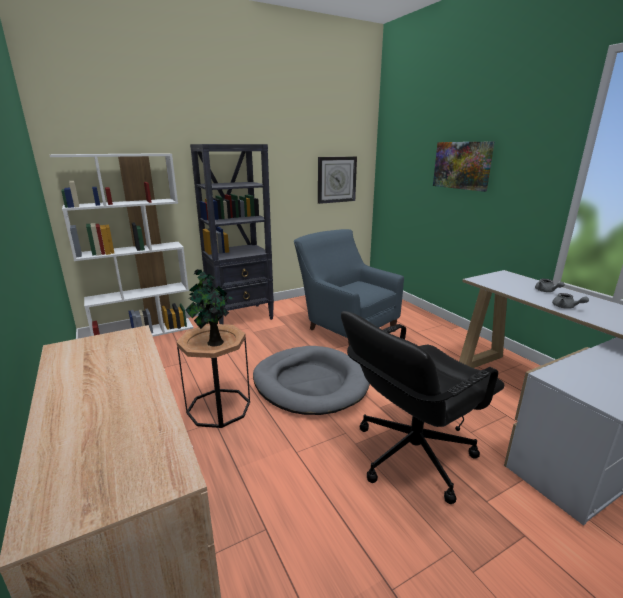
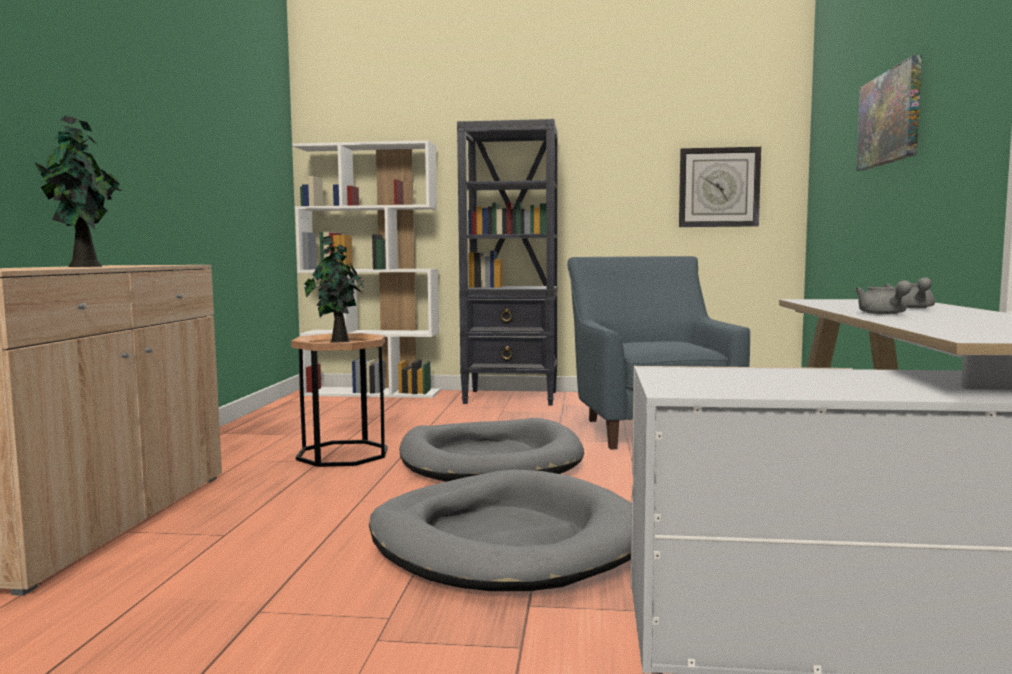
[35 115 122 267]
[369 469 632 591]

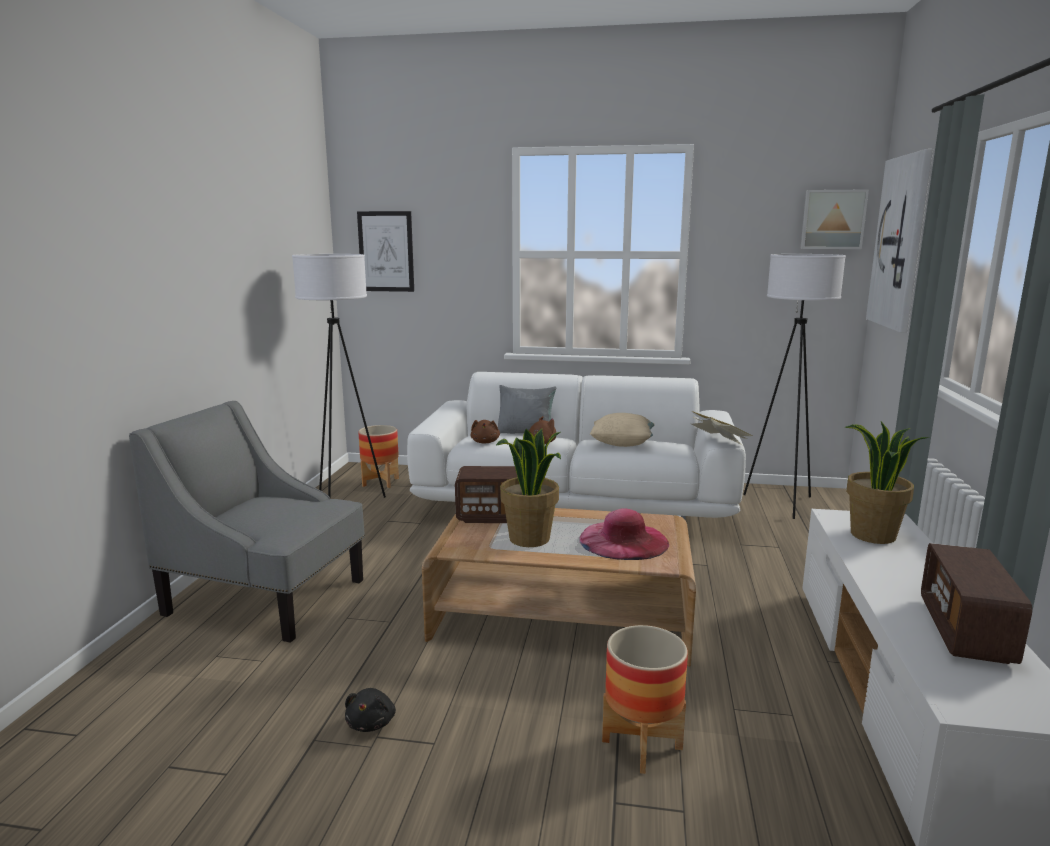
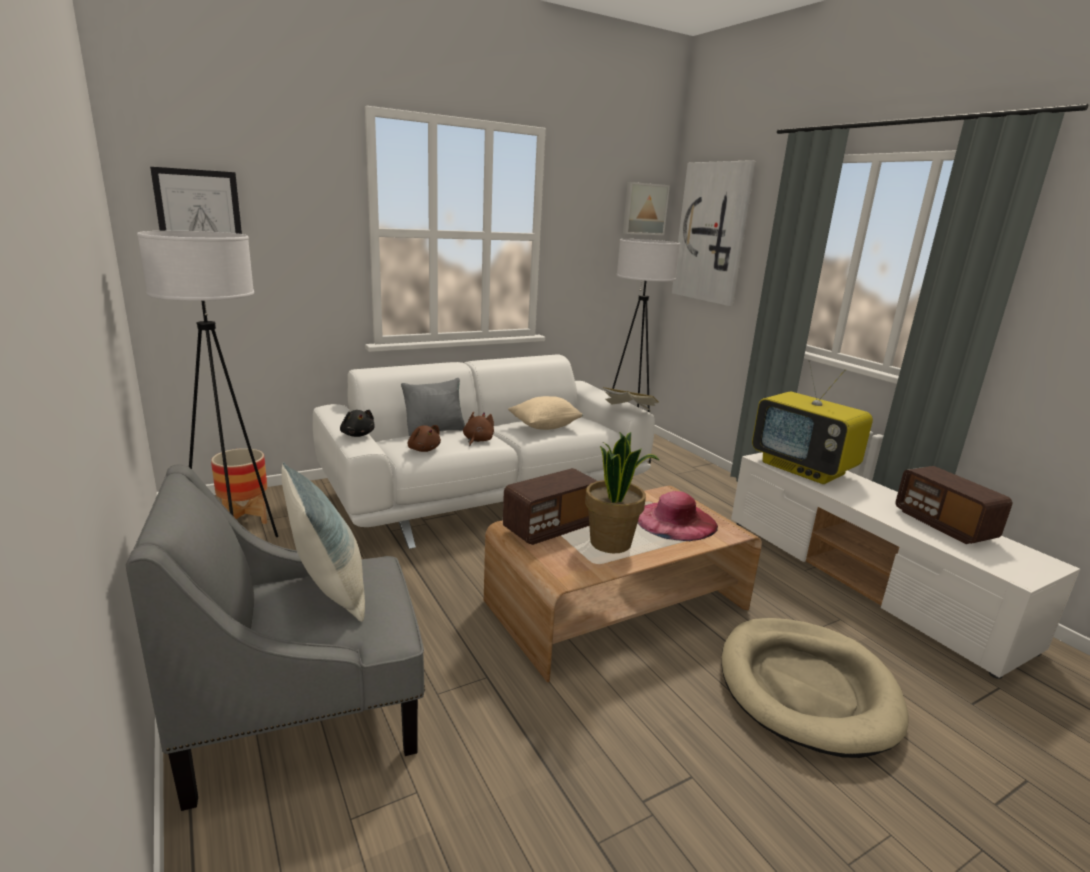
[282 462 365 622]
[340 410 375 437]
[721 618 909 758]
[752 360 873 484]

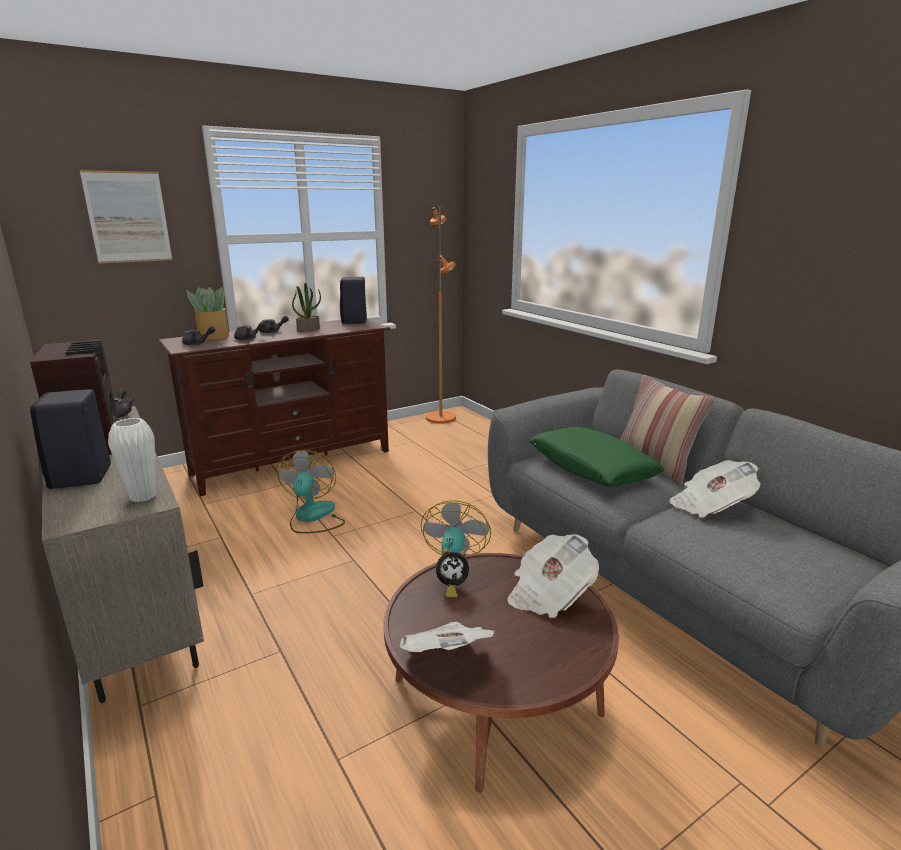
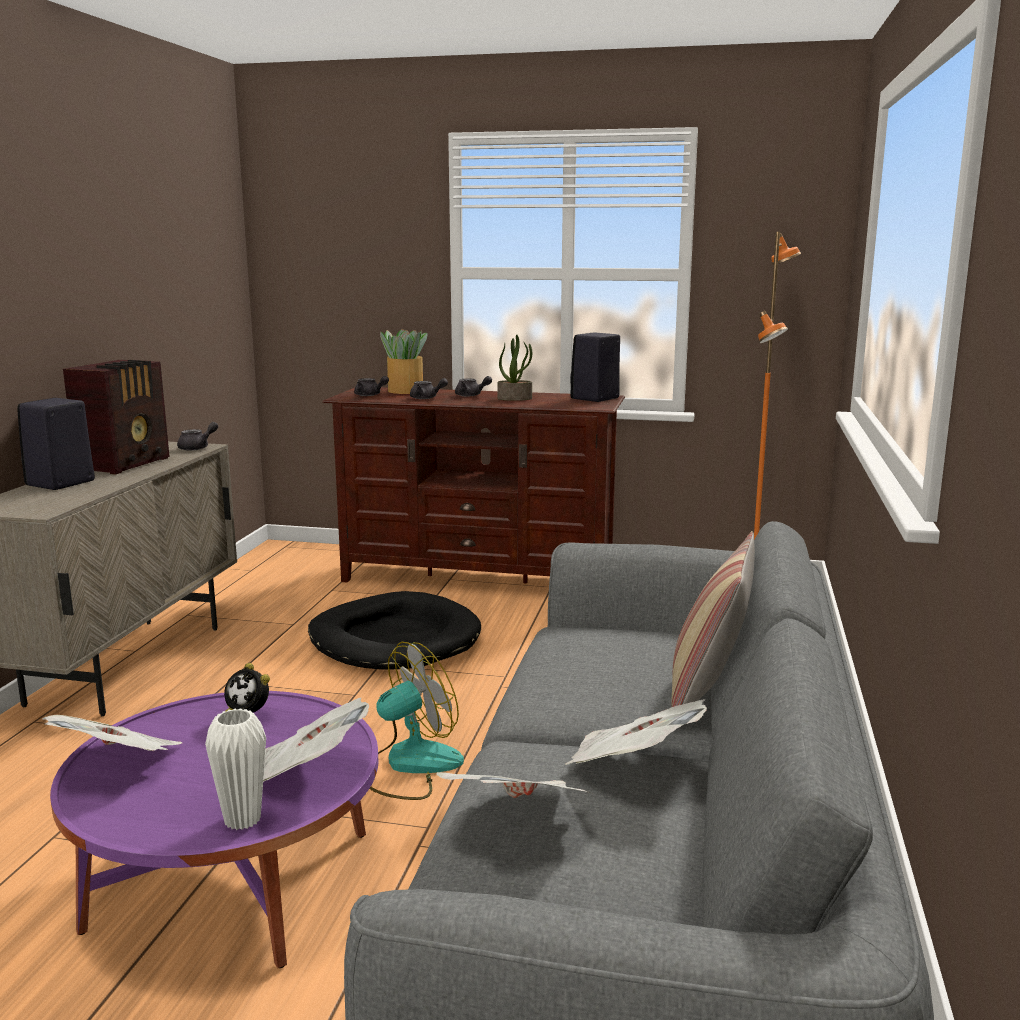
[50 691 378 968]
[205 708 266 830]
[308 591 481 670]
[436 772 591 798]
[80 170 172 263] (first image)
[529 427 665 487] (first image)

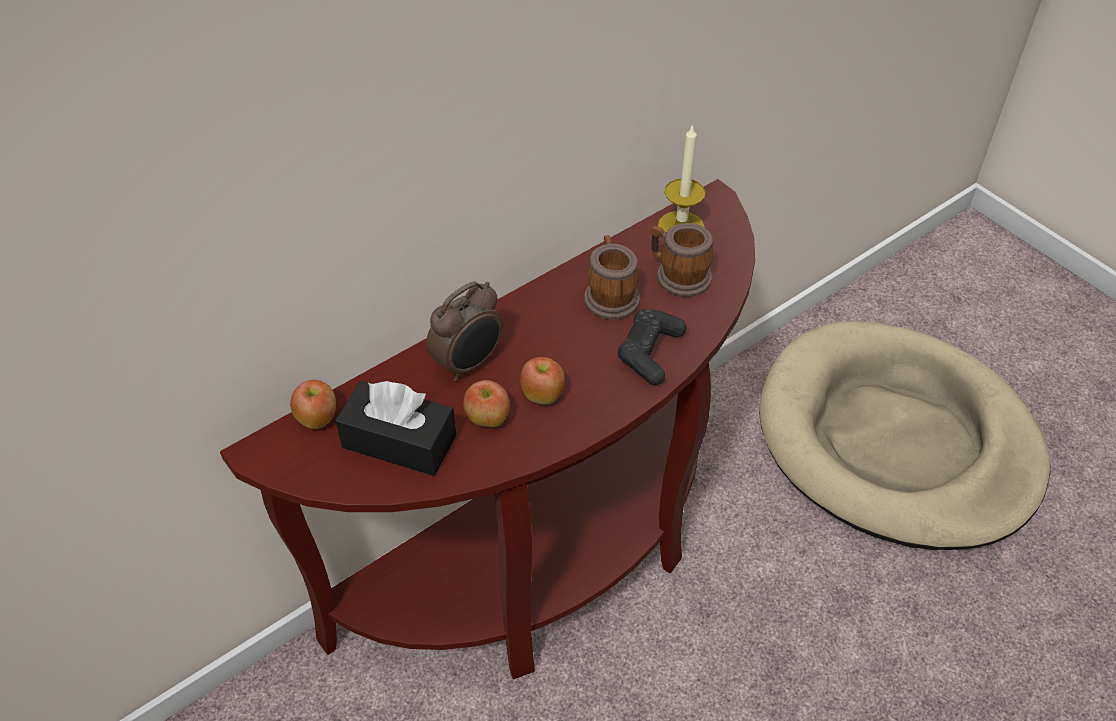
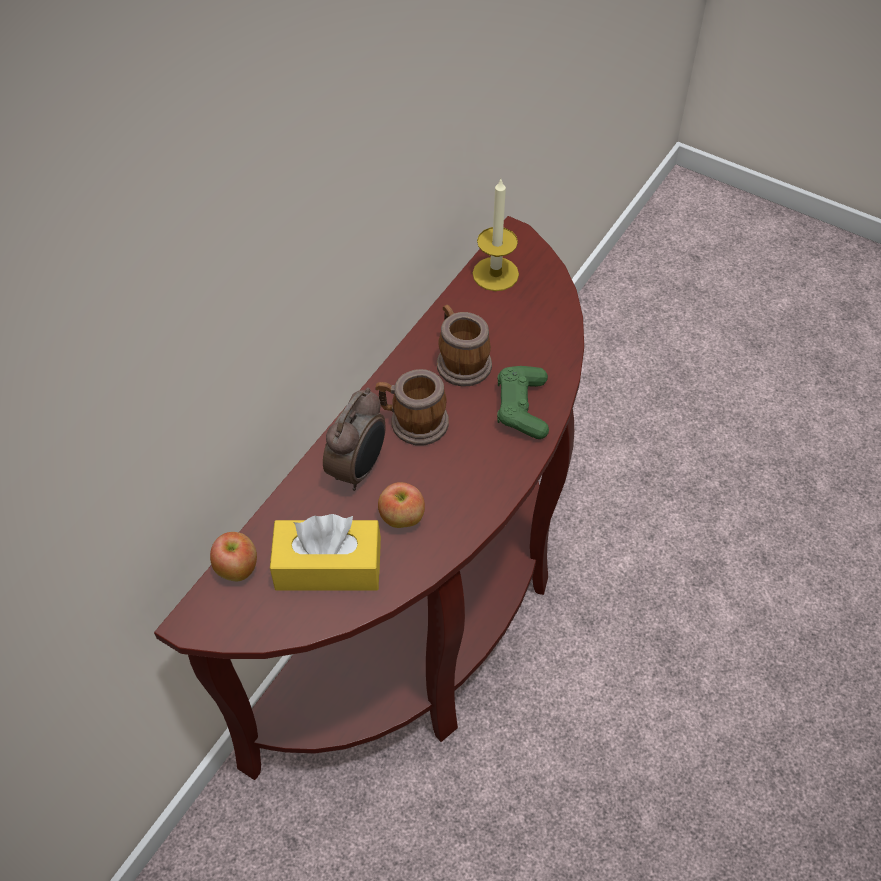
[270 514 381 591]
[375 369 449 445]
[497 366 549 439]
[520 357 565 404] (first image)
[759 321 1050 550] (first image)

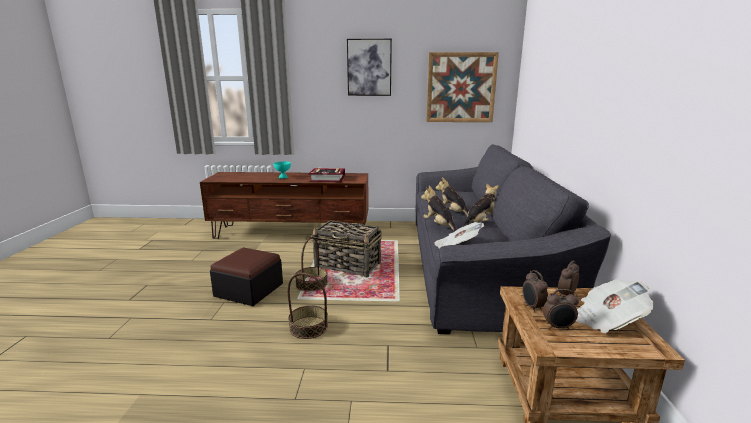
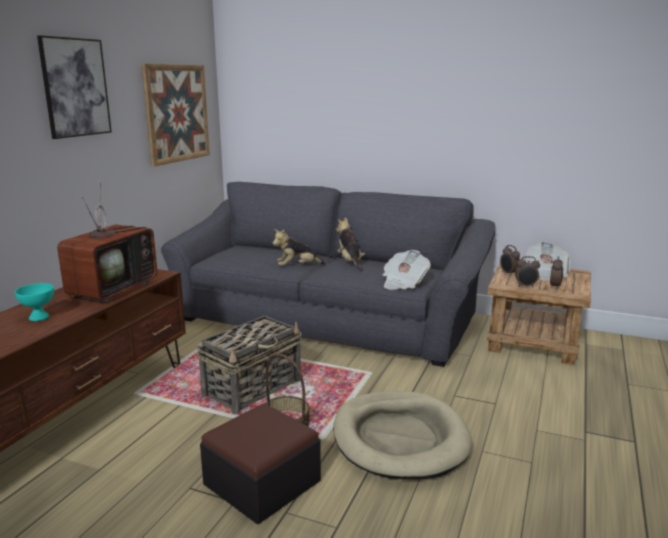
[57 180 157 303]
[333 391 472 479]
[421 186 458 231] (first image)

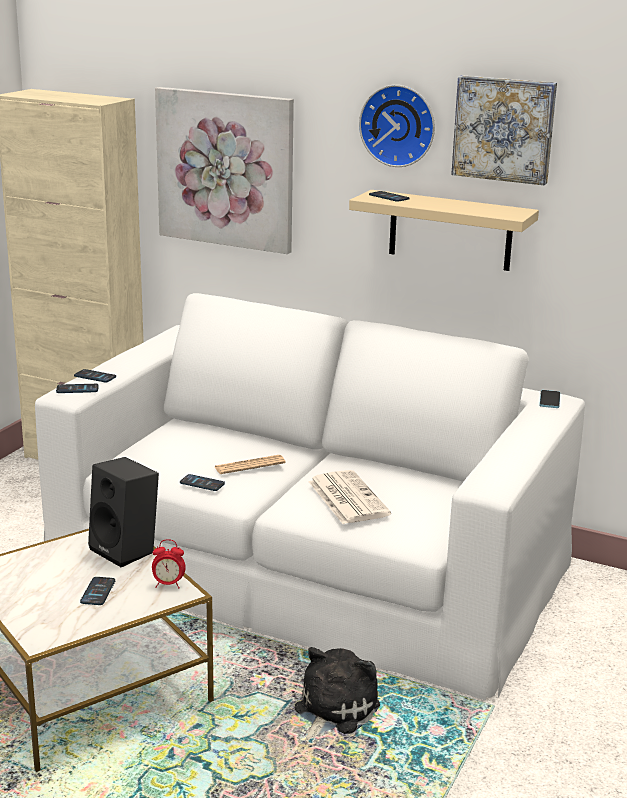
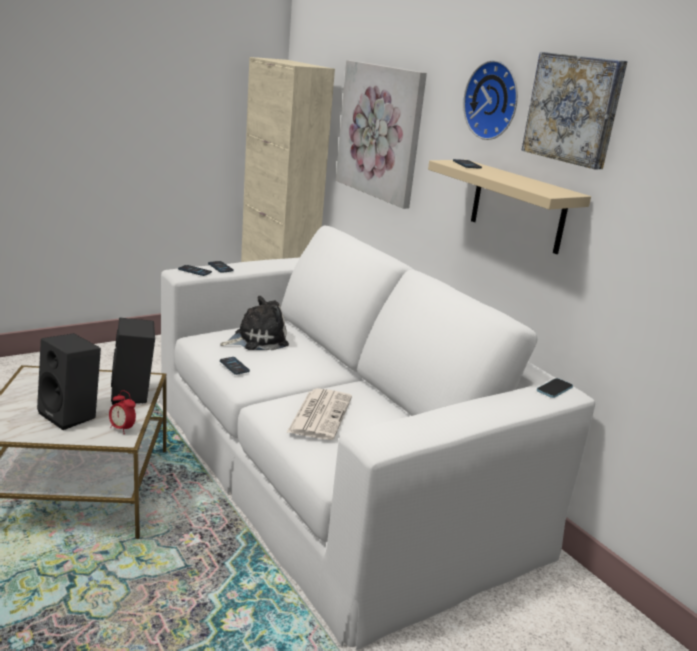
[37 333 101 430]
[220 296 289 350]
[215 455 286 474] (first image)

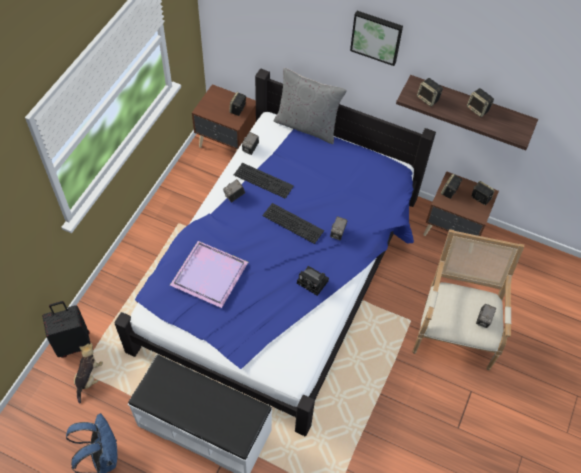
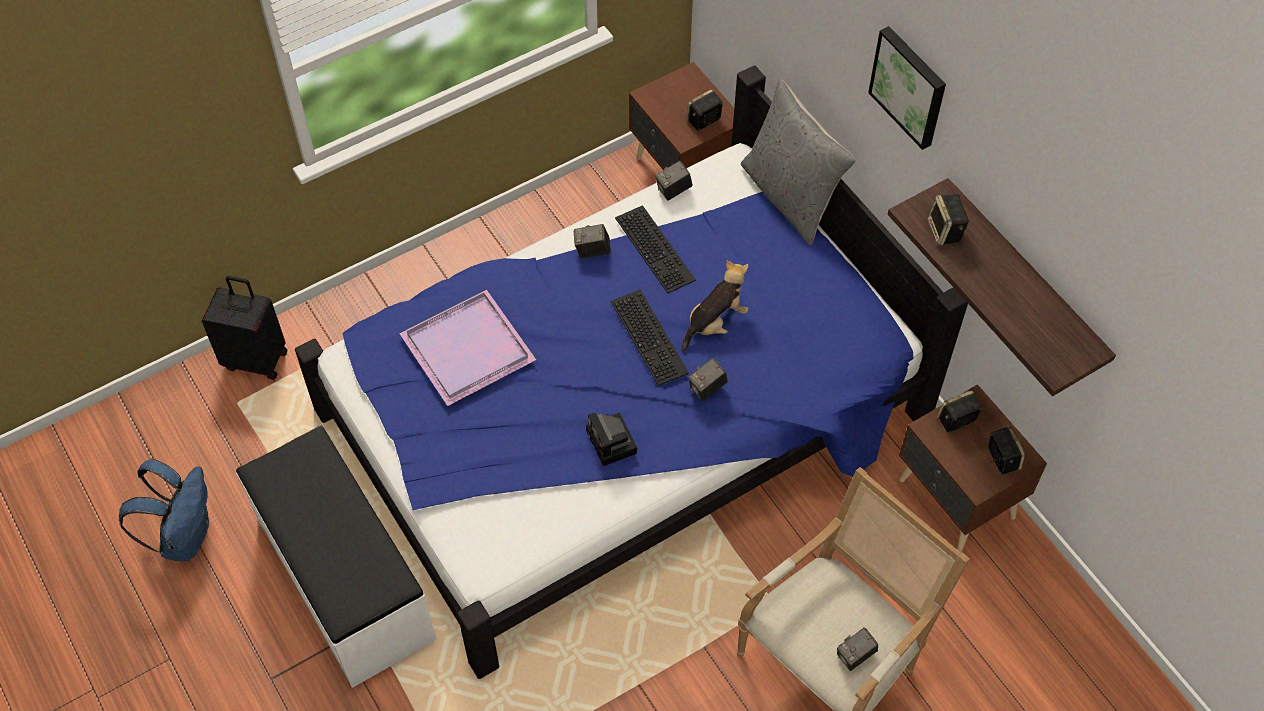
[681 260 748 353]
[467 88 494 117] (first image)

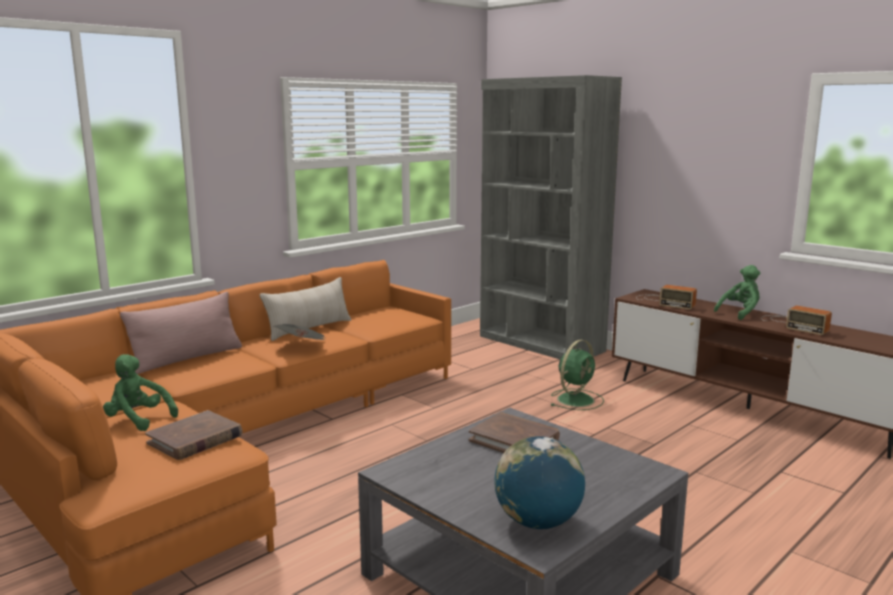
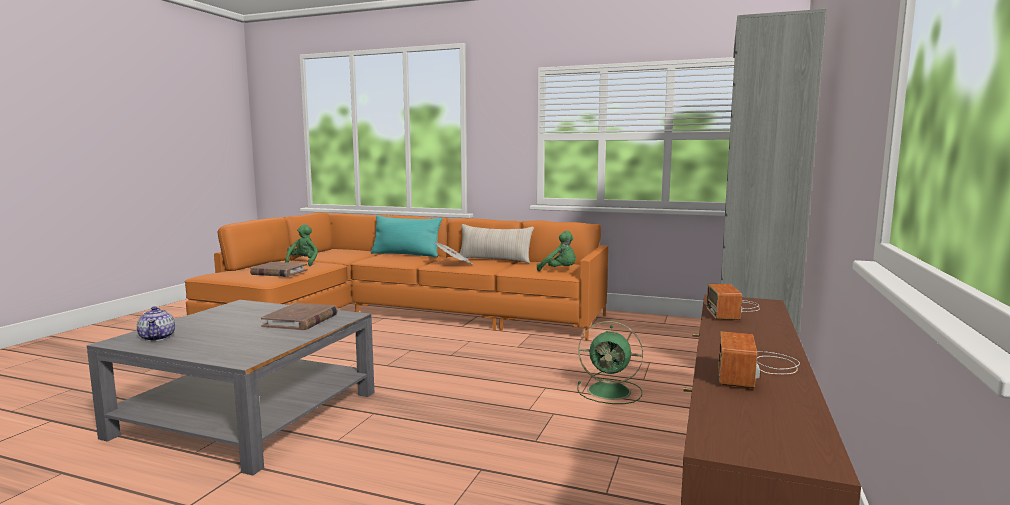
[137 306 175 341]
[371 215 442 257]
[537 231 576 271]

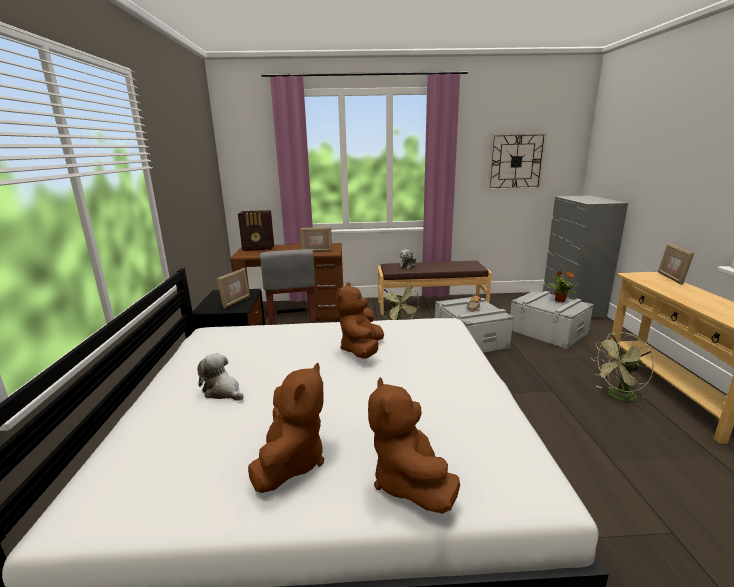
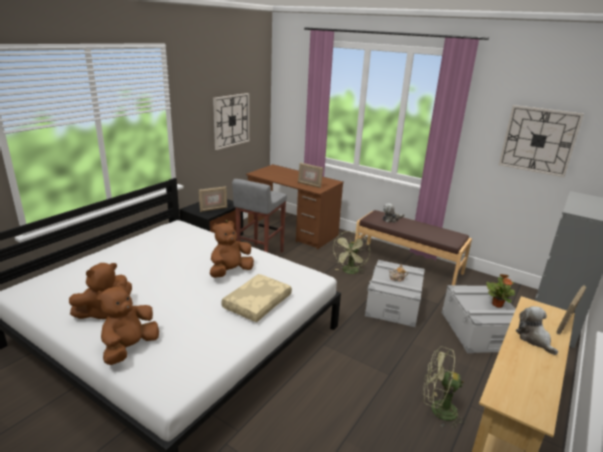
[213 93 249 150]
[221 274 292 322]
[516 306 558 355]
[238 210 274 251] (first image)

